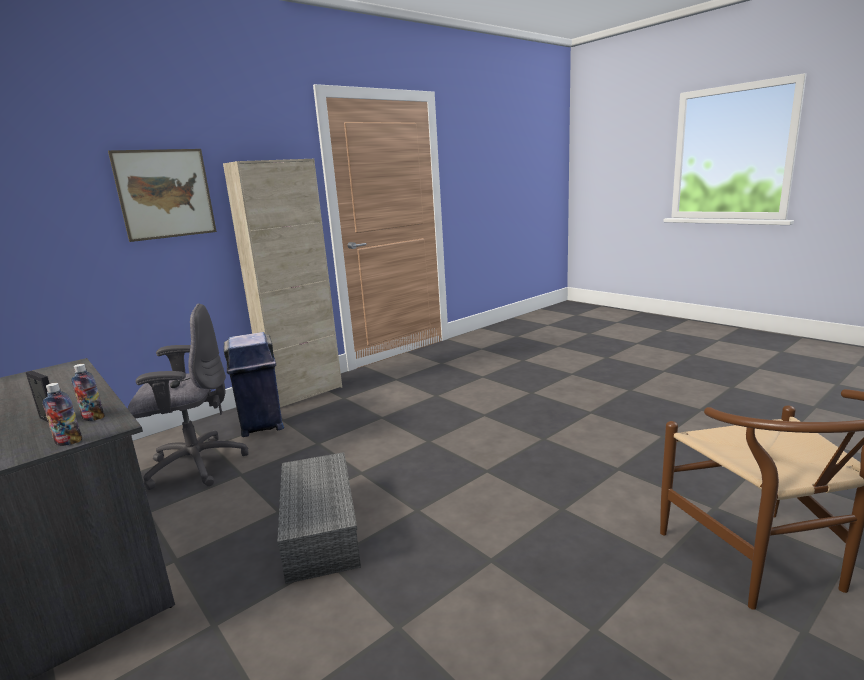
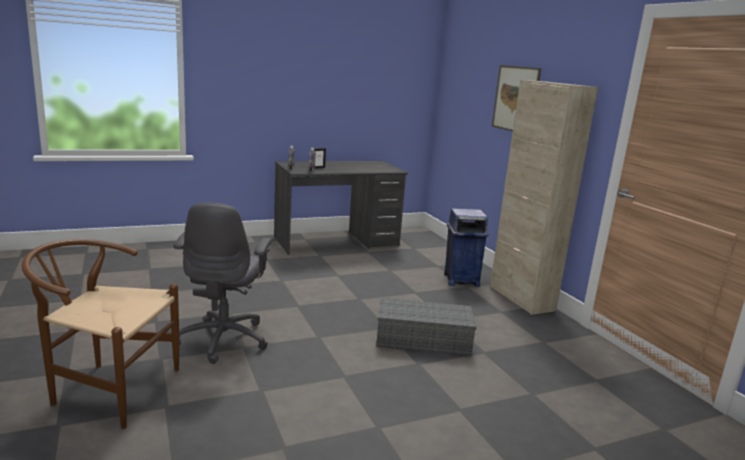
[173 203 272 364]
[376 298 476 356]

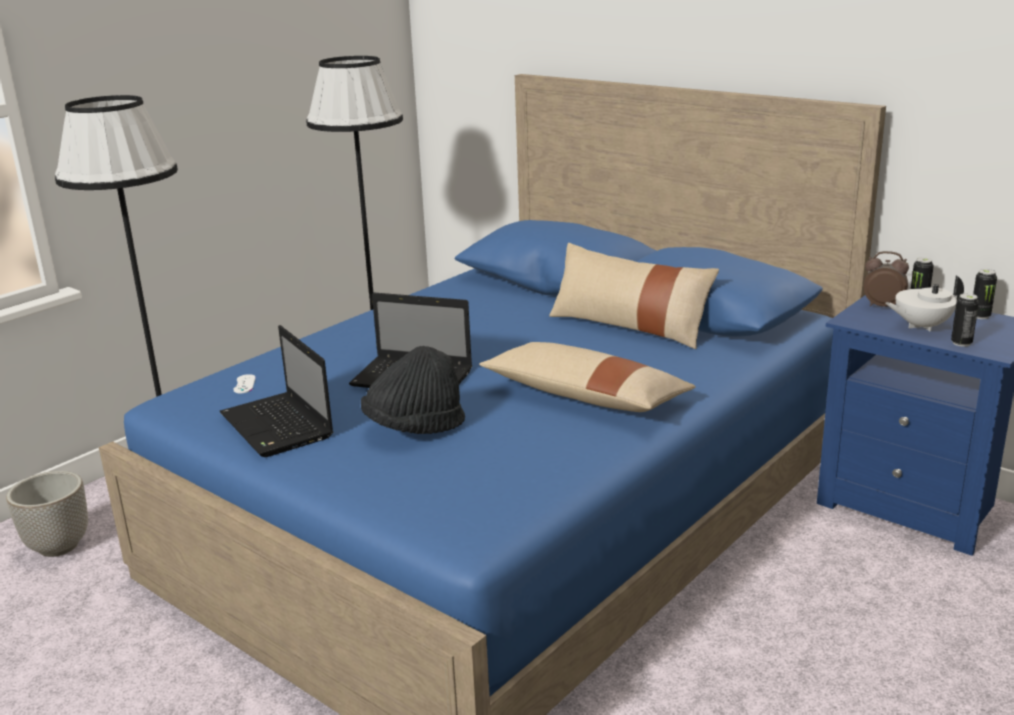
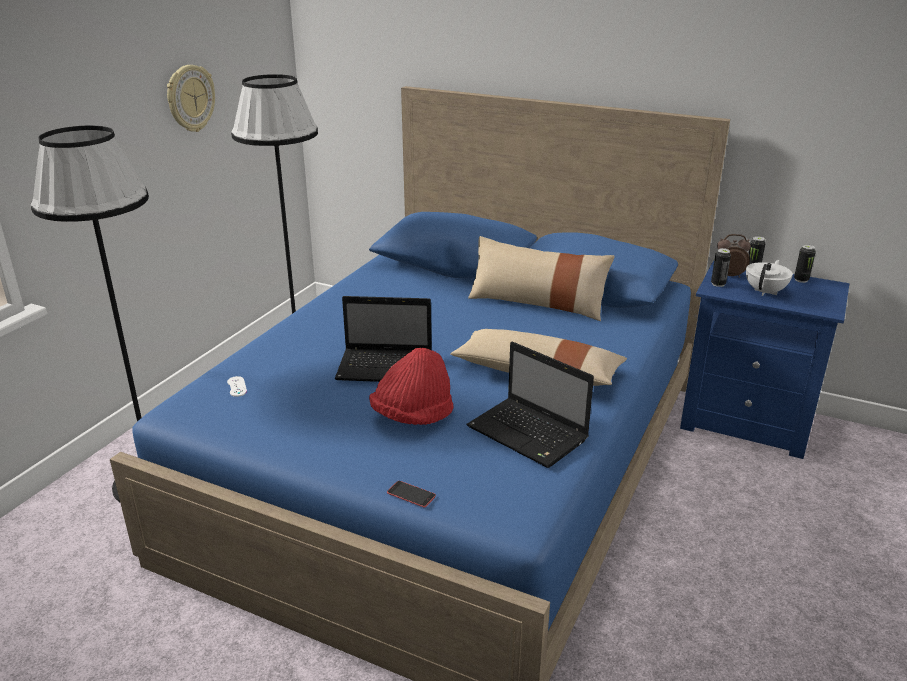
[167 65 215 132]
[369 348 454 425]
[387 481 436 507]
[466 341 594 468]
[711 248 731 287]
[746 260 793 296]
[6 471 88 557] (first image)

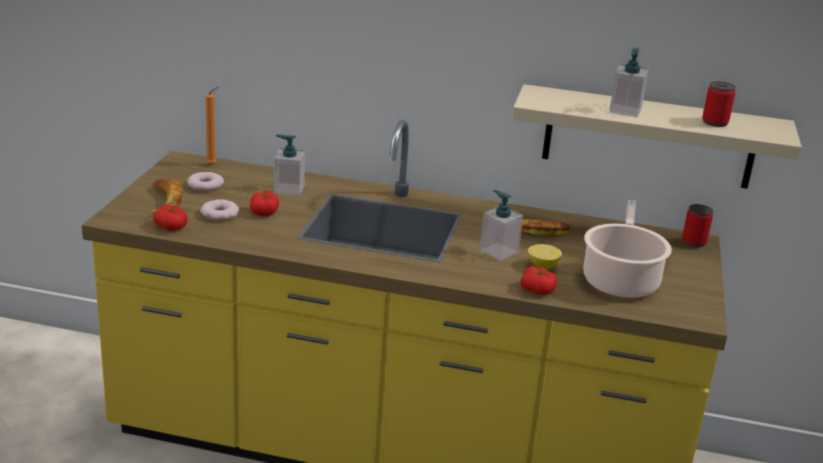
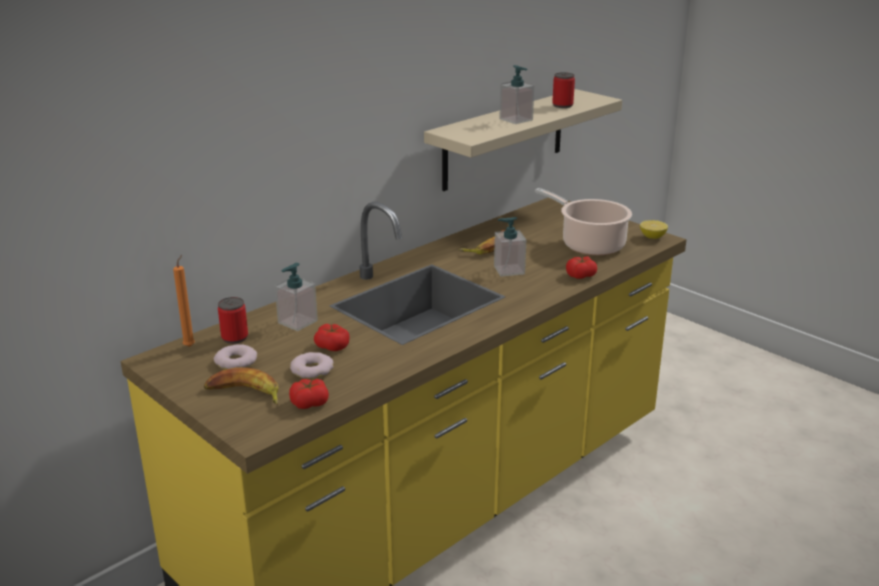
[218 297 248 344]
[640 220 668 239]

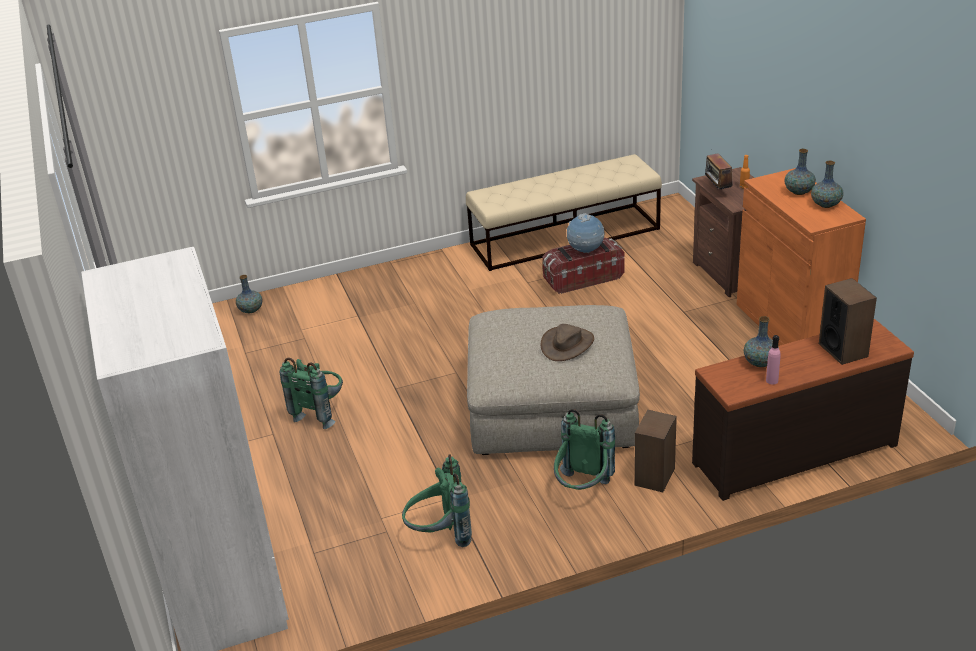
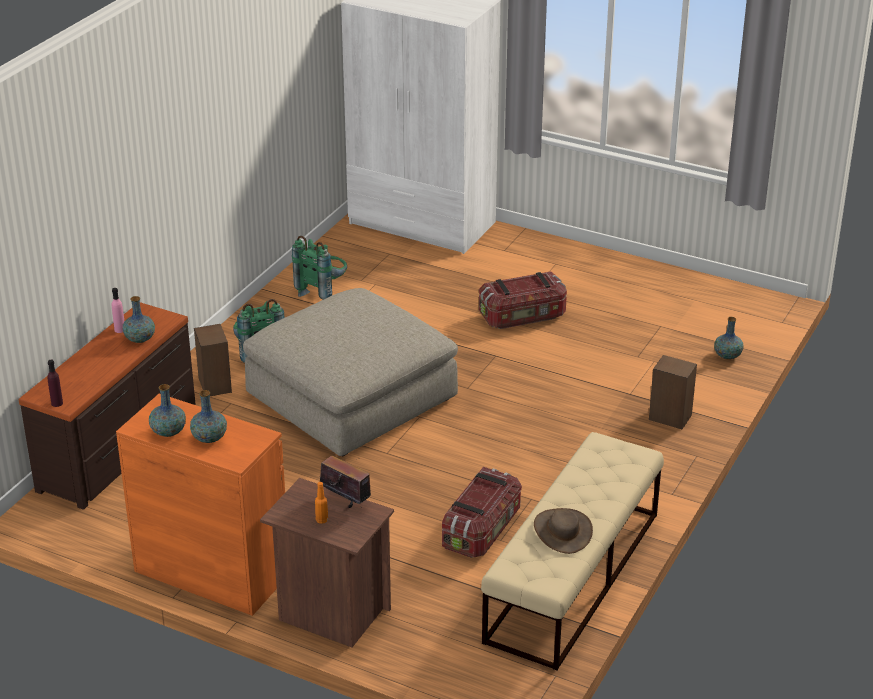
[48 360 63 407]
[479 271 567 329]
[534 508 593 554]
[649 355 697 429]
[567 213 604 253] (first image)

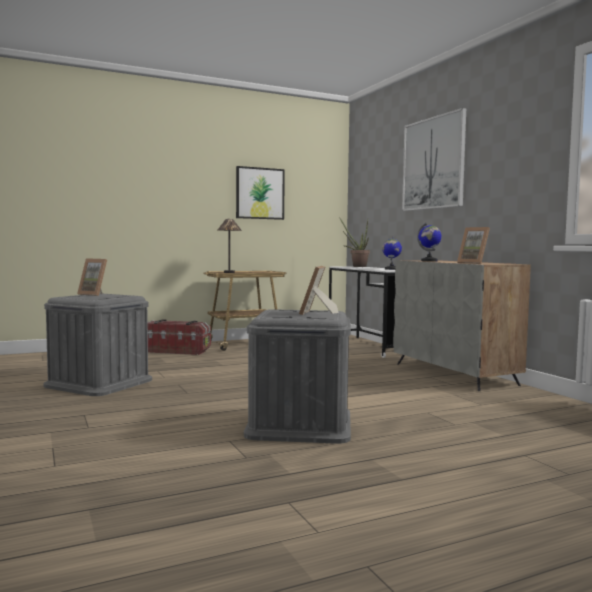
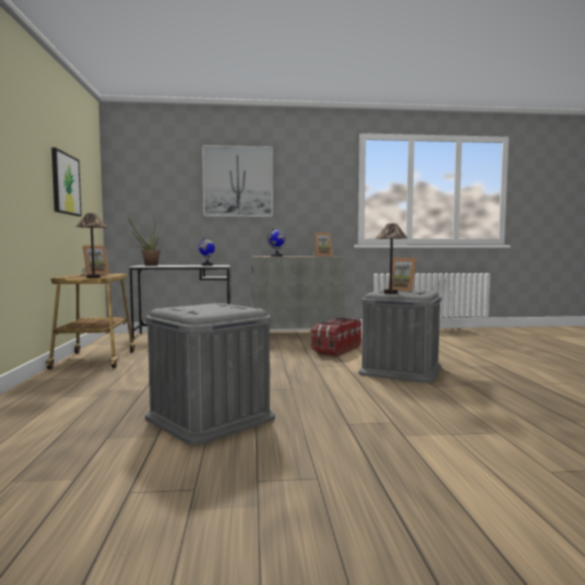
[82 246 109 275]
[311 318 361 357]
[376 223 407 294]

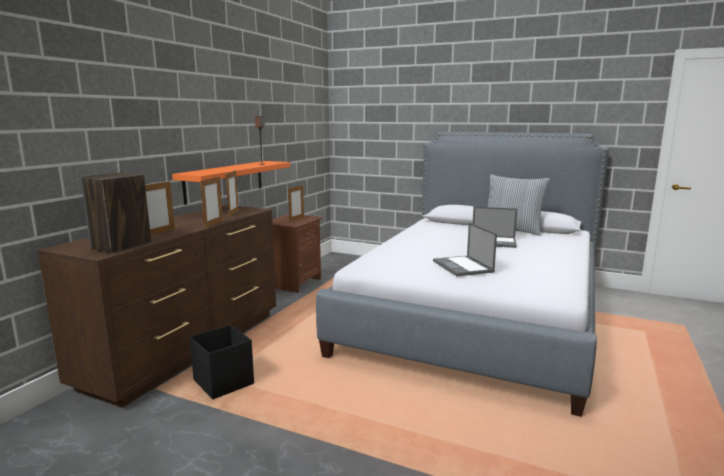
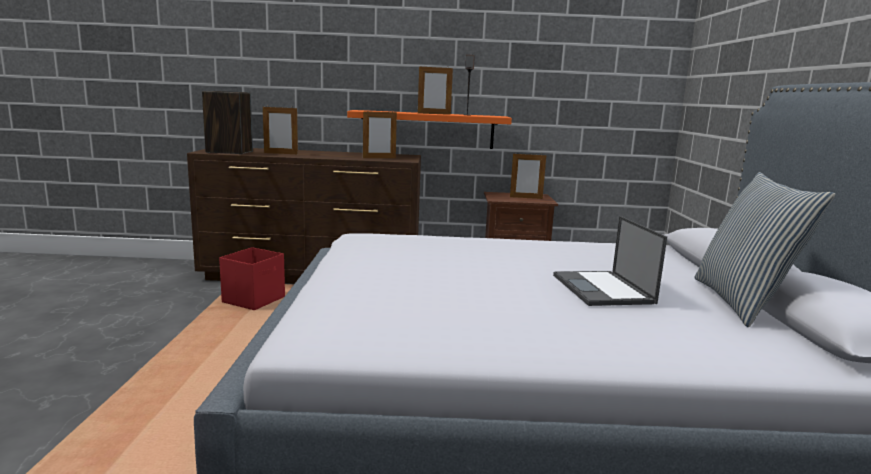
[219 247 285 310]
[418 65 453 115]
[433 223 497 276] (first image)

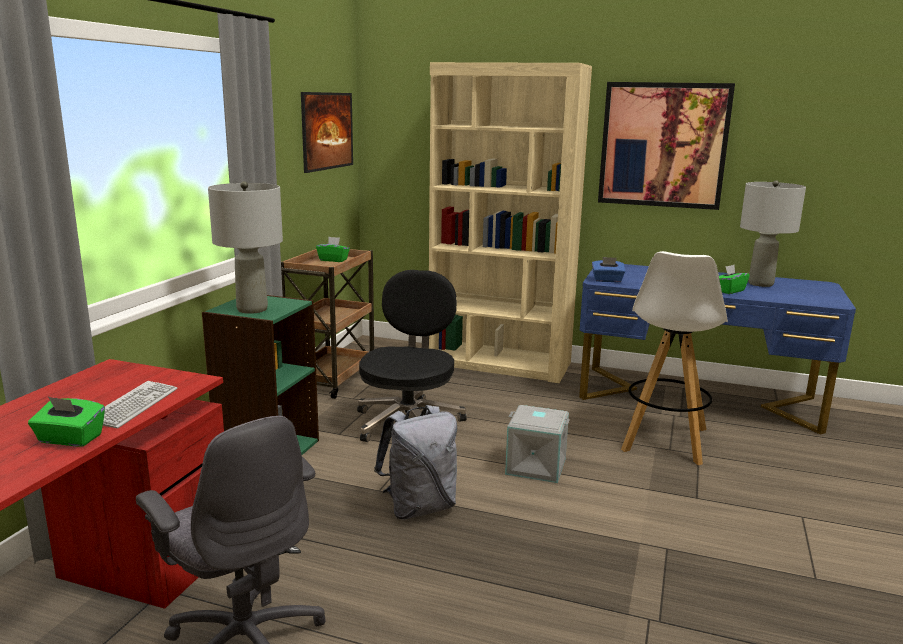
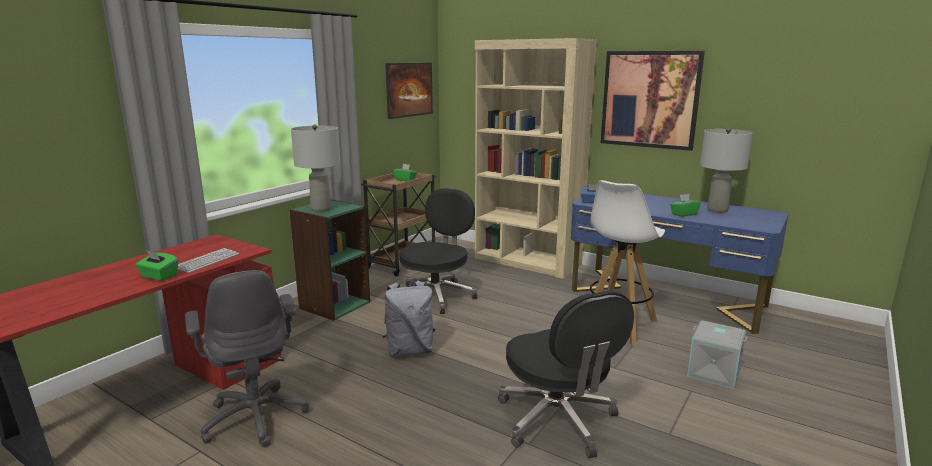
[498 290 634 458]
[687 321 748 389]

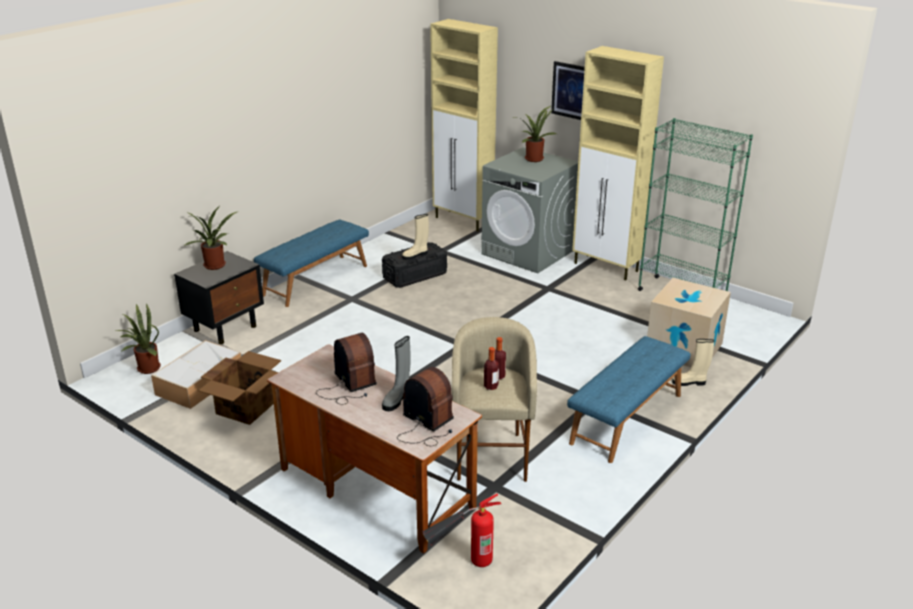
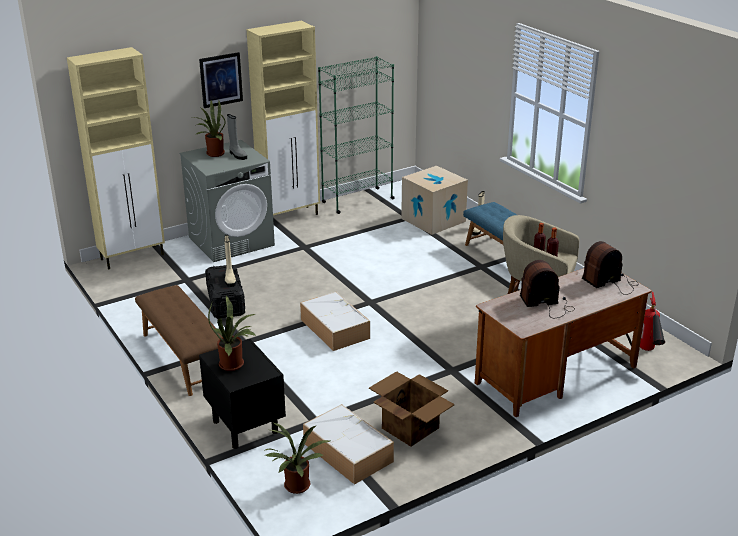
[135 285 222 396]
[227 114 247 160]
[300 292 370 351]

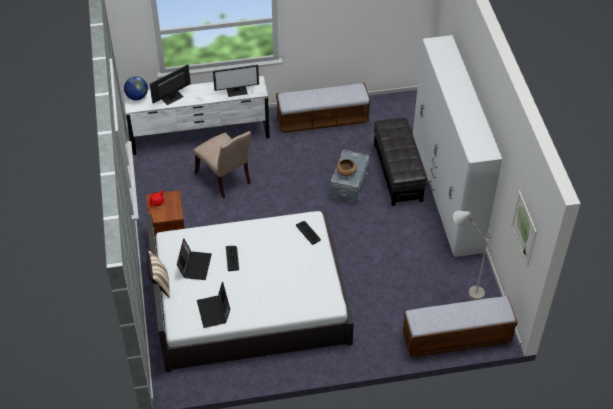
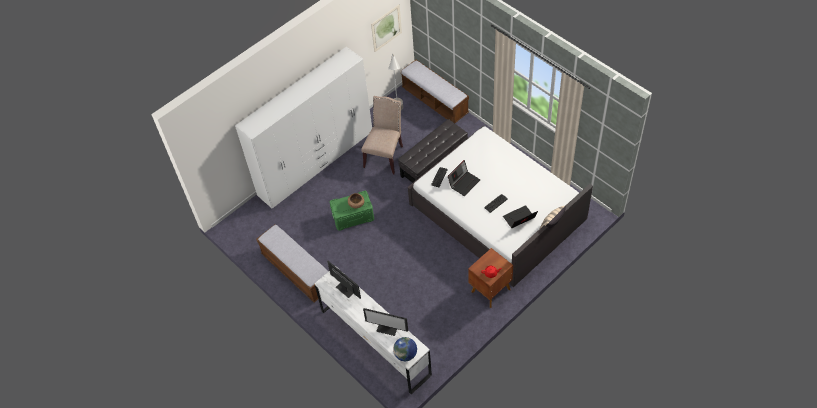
[330 191 374 231]
[361 96 403 174]
[398 119 468 183]
[448 160 480 196]

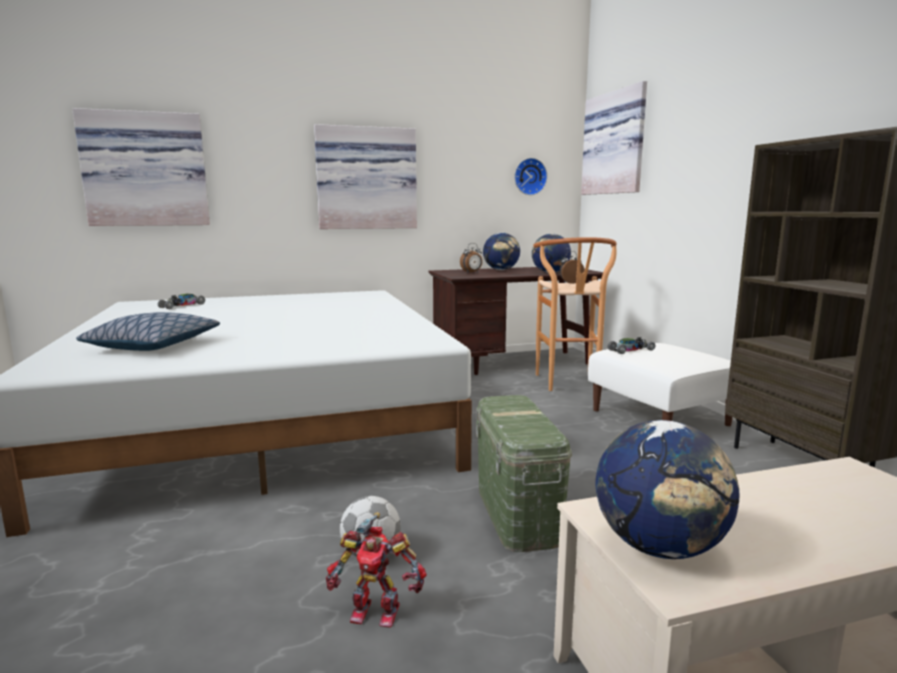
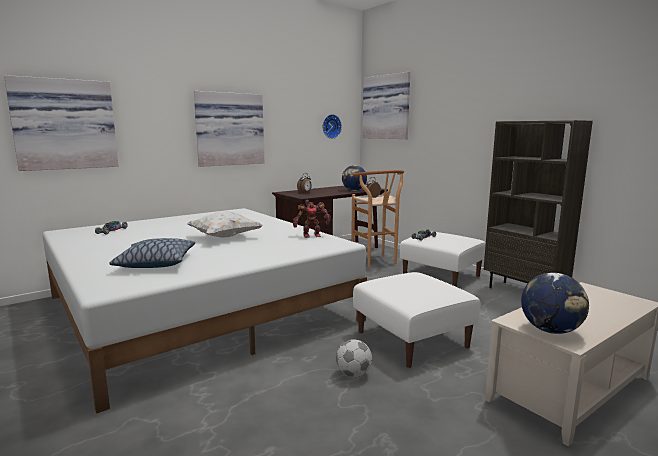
[187 211 263 238]
[293 200 331 238]
[353 272 480 368]
[483 233 520 270] (first image)

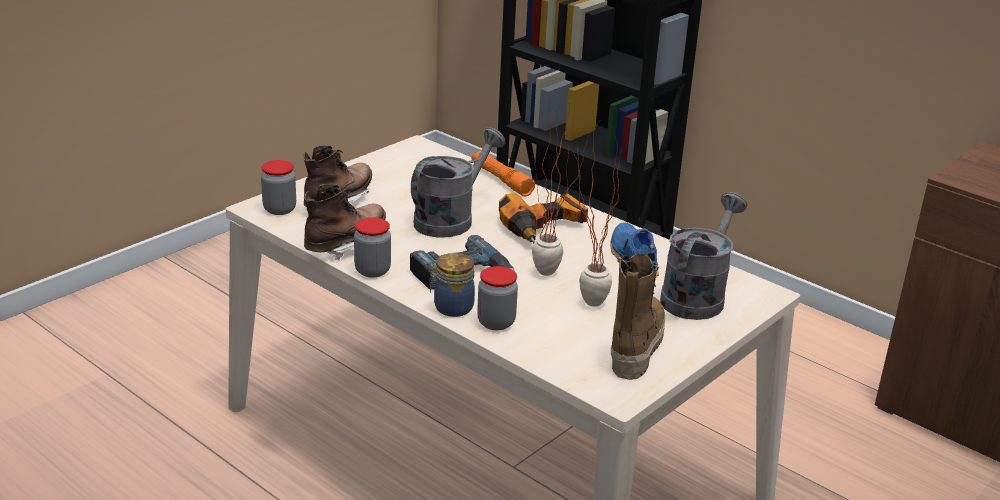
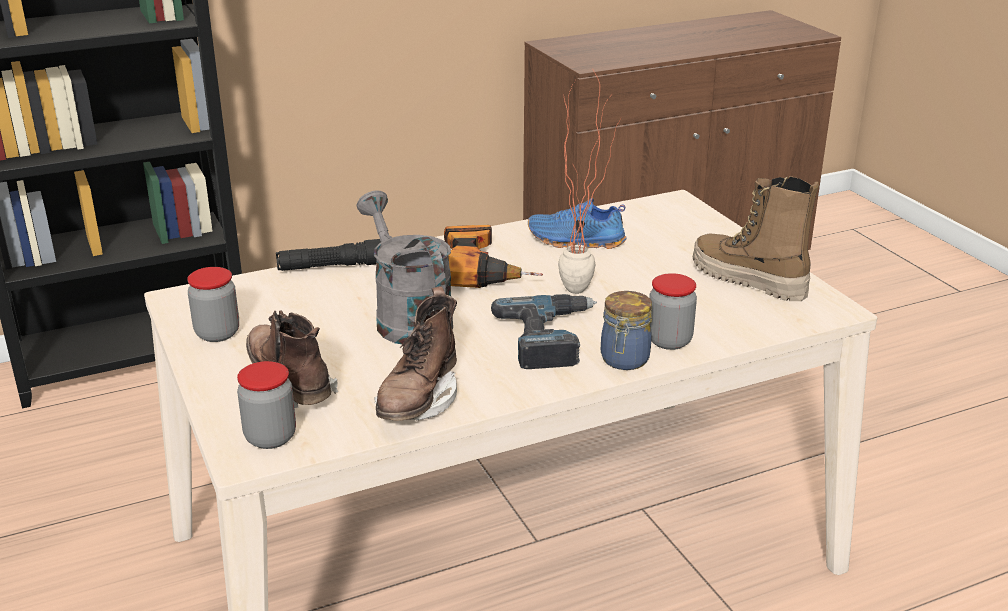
[187 267 239 342]
[276 239 381 271]
[374 287 457 421]
[575 122 622 307] (first image)
[660 192 747 320] (first image)

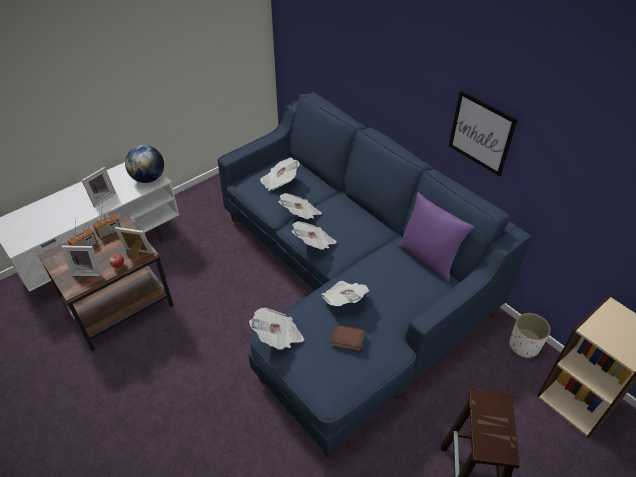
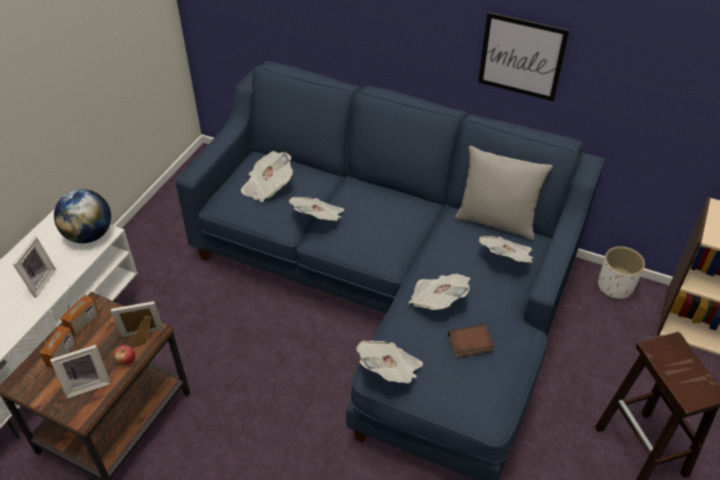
[455 145 553 240]
[479 236 533 263]

